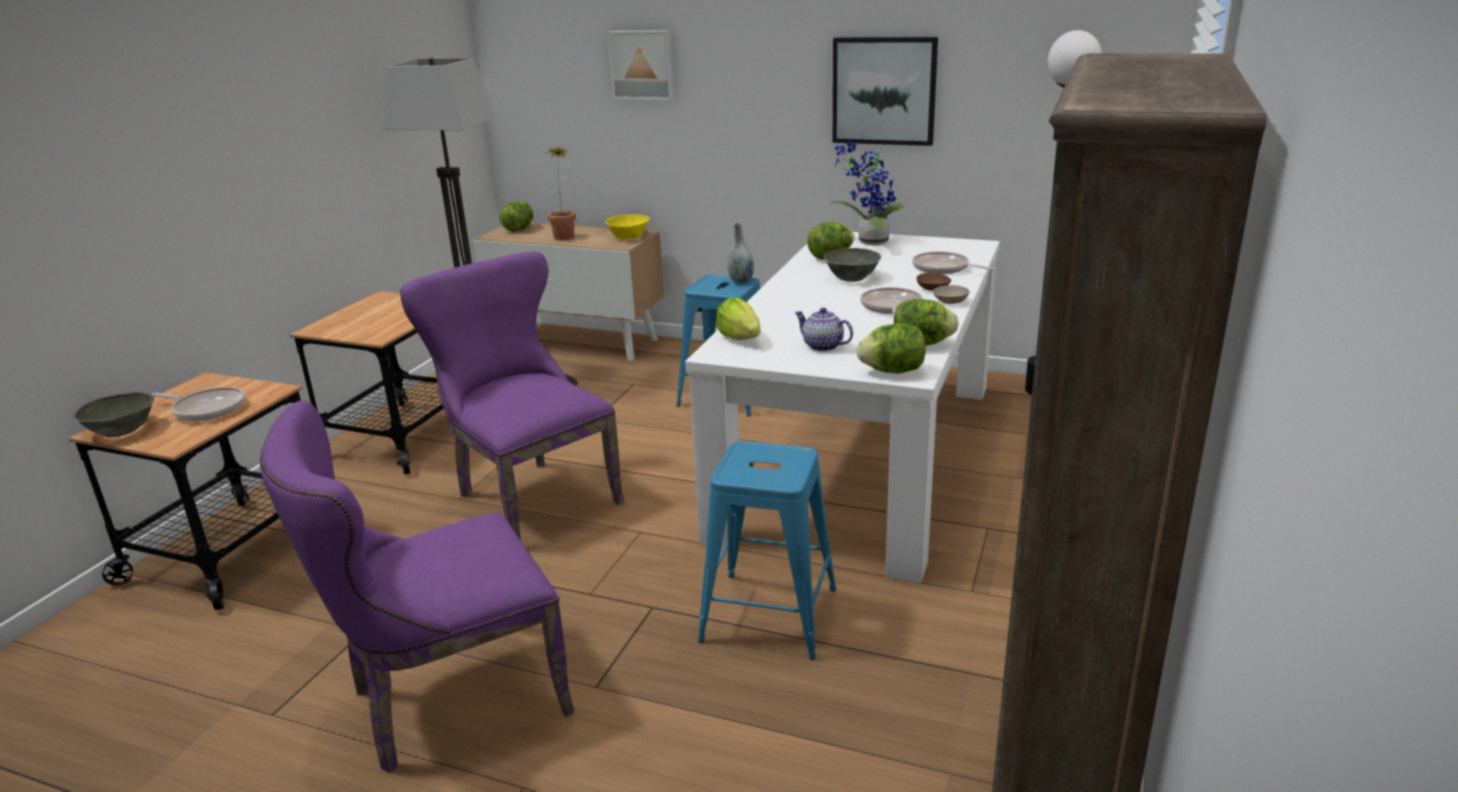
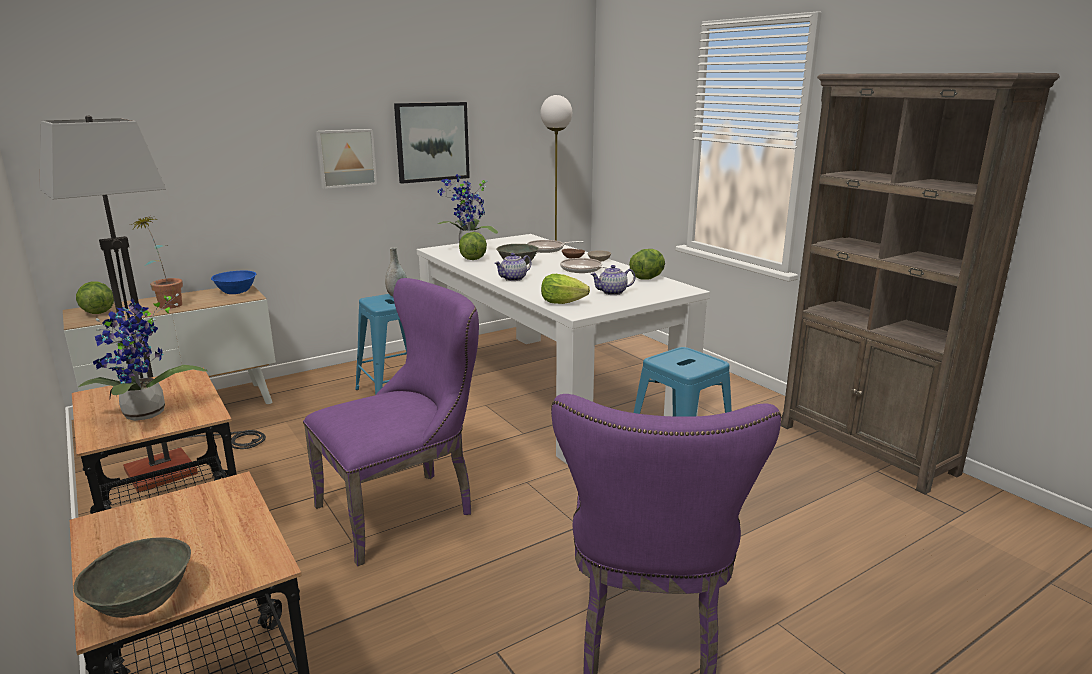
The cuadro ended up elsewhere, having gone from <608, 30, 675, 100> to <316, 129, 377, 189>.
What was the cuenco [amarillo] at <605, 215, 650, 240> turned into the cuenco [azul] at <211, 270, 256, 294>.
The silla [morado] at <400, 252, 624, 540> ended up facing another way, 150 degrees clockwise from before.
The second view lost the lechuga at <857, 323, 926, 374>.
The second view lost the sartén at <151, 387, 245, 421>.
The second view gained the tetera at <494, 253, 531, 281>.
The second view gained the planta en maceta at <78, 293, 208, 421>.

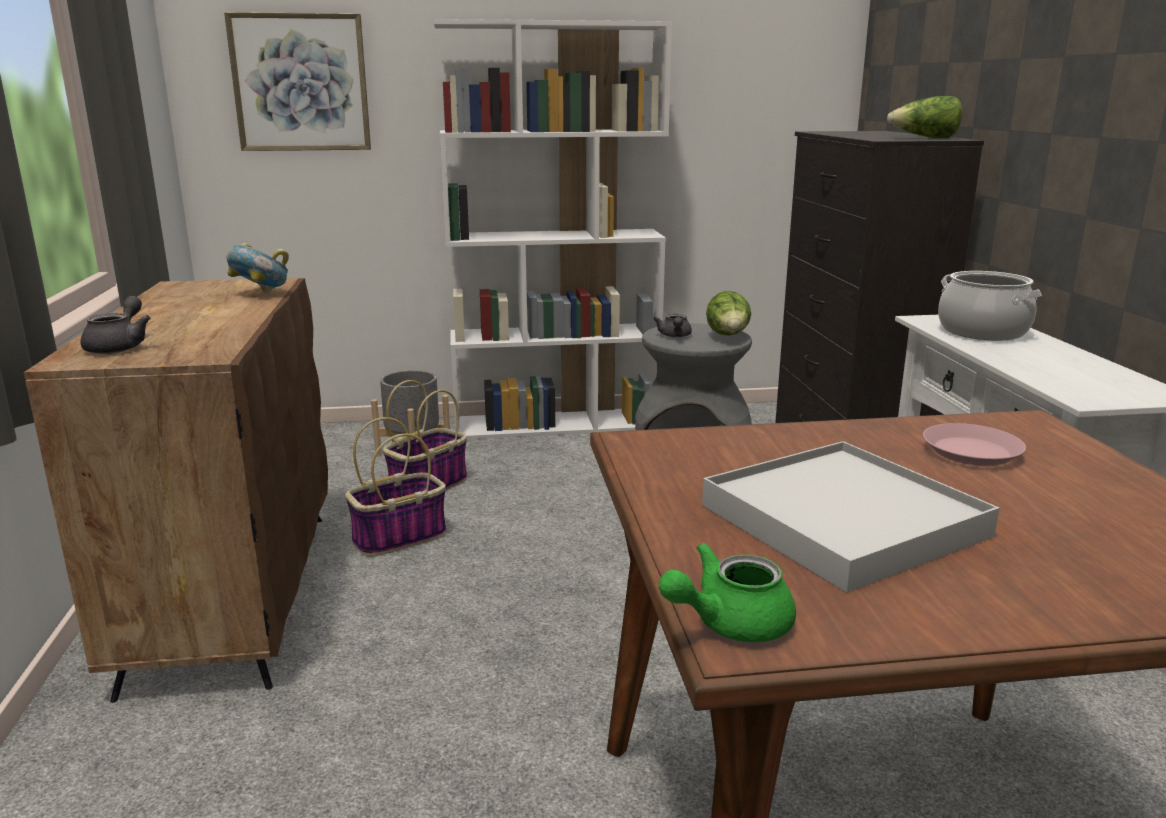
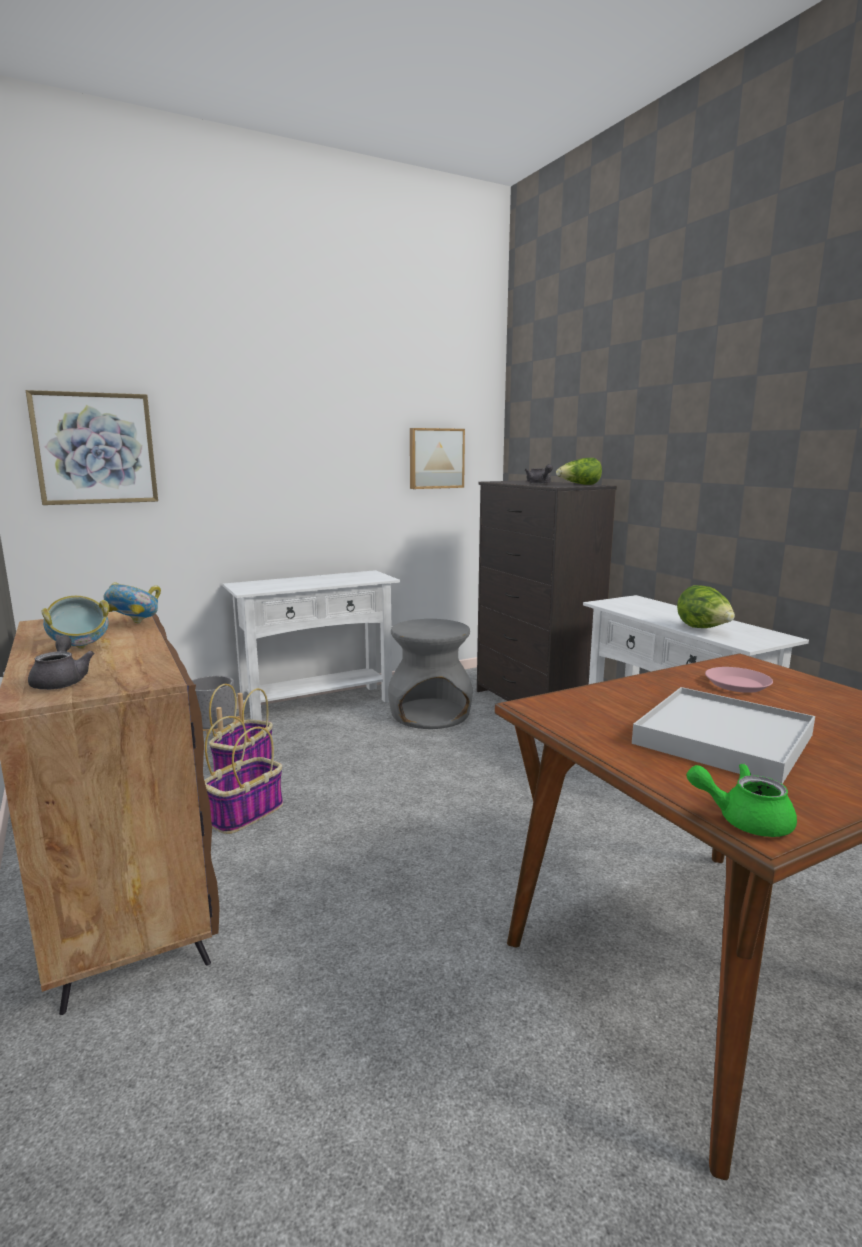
Where the estantería [blanco] stood at <434, 19, 672, 440>, the mesa consola [blanco] came to stand at <223, 570, 400, 721>.
The second view lost the olla at <938, 271, 1042, 340>.
The lechuga ended up elsewhere, having gone from <706, 291, 751, 336> to <677, 585, 735, 628>.
The tetera [gris] ended up elsewhere, having gone from <653, 314, 692, 337> to <525, 464, 553, 484>.
The tetera [verde] at <659, 543, 796, 642> ended up facing another way, 60 degrees clockwise from before.
The second view gained the cuadro at <410, 428, 465, 489>.
The second view gained the cuenco at <41, 596, 109, 649>.

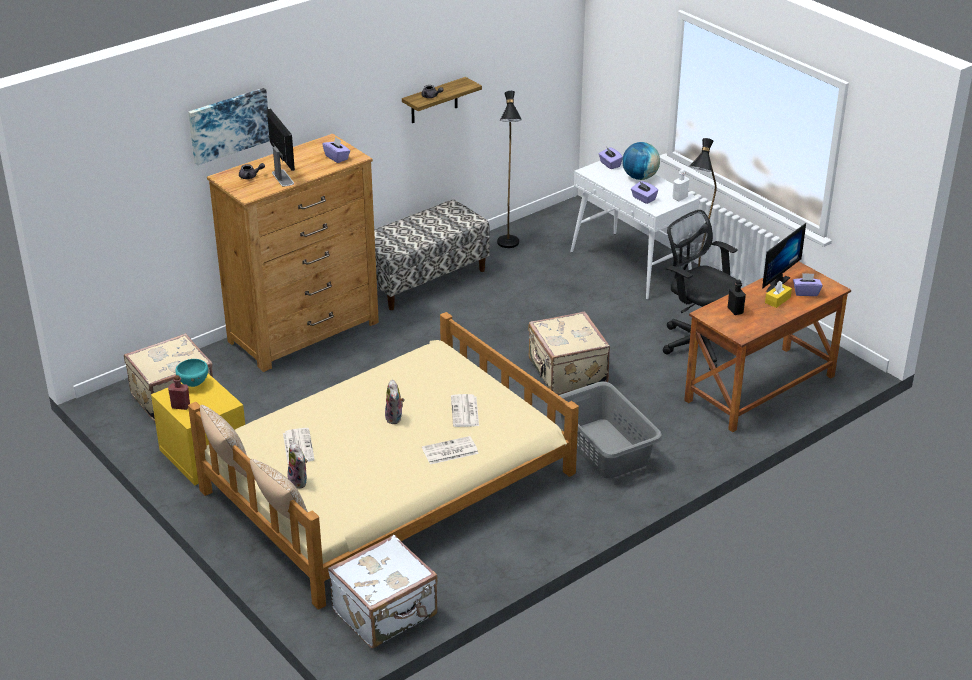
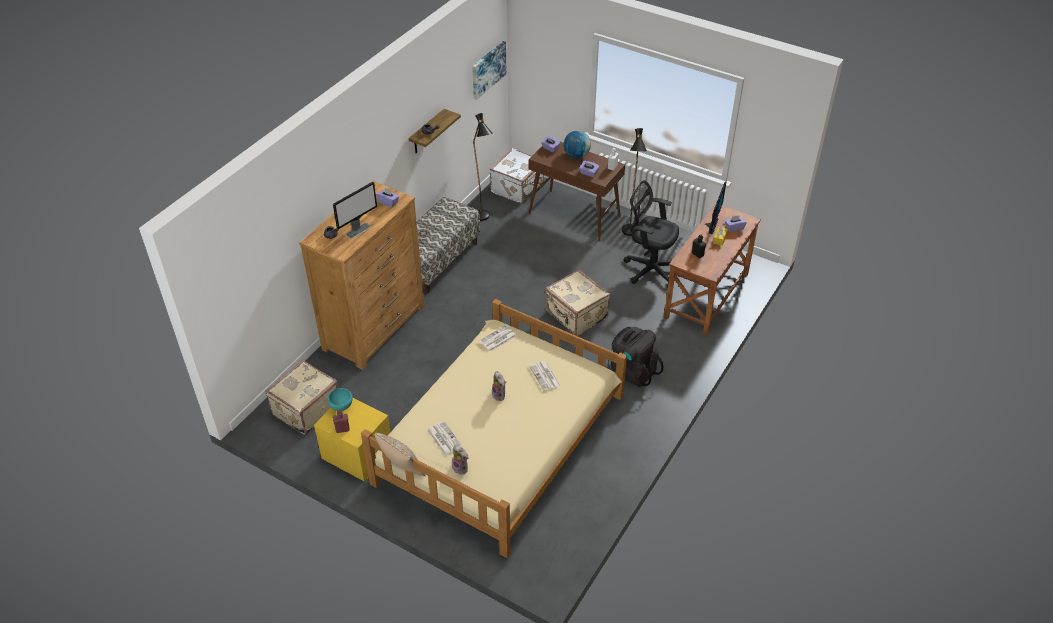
The cuadro ended up elsewhere, having gone from <188, 88, 270, 165> to <472, 41, 506, 100>.
The monitor at <267, 109, 295, 187> ended up facing another way, 90 degrees clockwise from before.
What was the mesa consola [blanco] at <570, 161, 699, 299> turned into the mesa consola [marrón] at <528, 142, 625, 242>.
Where the cesto de la ropa [gris] stood at <559, 381, 663, 479>, the mochila [negro] came to stand at <609, 327, 663, 387>.
The periódico ended up elsewhere, having gone from <422, 436, 479, 464> to <479, 325, 517, 352>.
The second view lost the cojín at <250, 459, 308, 527>.
The maleta [blanco] ended up elsewhere, having gone from <328, 534, 438, 648> to <489, 148, 544, 204>.

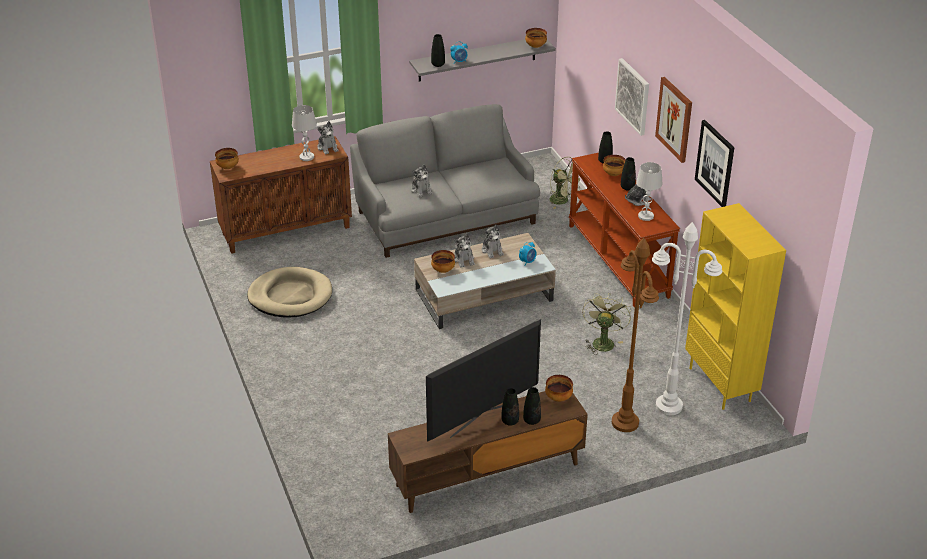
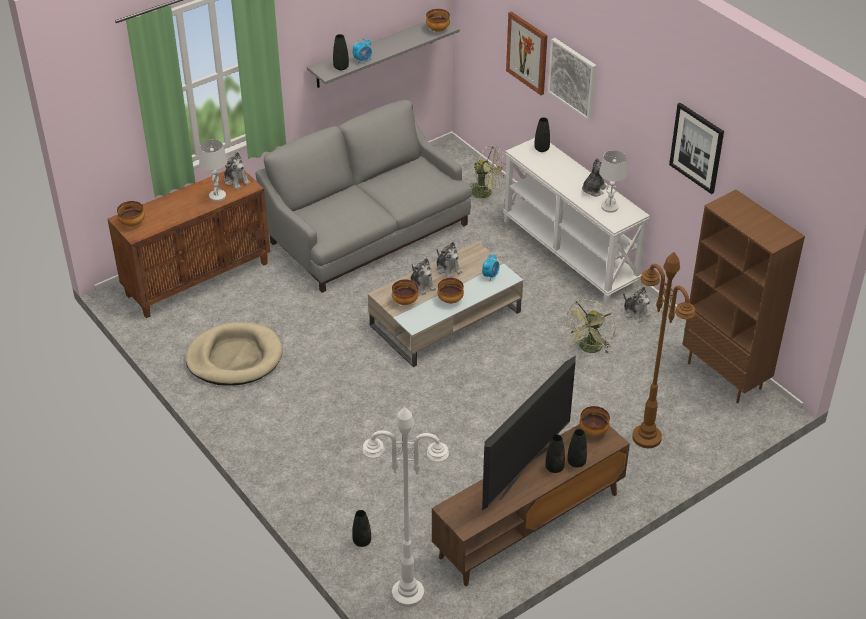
The cuadro ended up elsewhere, having gone from <655, 77, 692, 163> to <506, 11, 548, 95>.
What was the mesa consola [marrón] at <569, 153, 680, 307> turned into the mesa consola [blanco] at <503, 138, 650, 304>.
The cuenco ended up elsewhere, having gone from <603, 155, 626, 176> to <437, 278, 464, 304>.
The florero [negro] ended up elsewhere, having gone from <621, 157, 636, 190> to <352, 510, 371, 547>.
The peluche ended up elsewhere, having gone from <411, 165, 433, 197> to <623, 286, 651, 323>.
What was the estantería [amarillo] at <685, 203, 786, 410> turned into the estantería [marrón] at <682, 190, 805, 403>.
The lámpara de pie [blanco] ended up elsewhere, having gone from <652, 222, 722, 415> to <362, 407, 449, 607>.
The ventilador [verde] at <582, 292, 631, 355> ended up facing another way, 150 degrees counterclockwise from before.

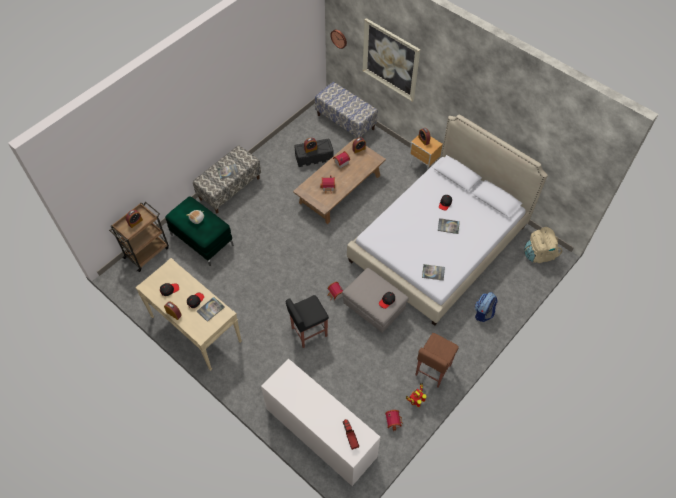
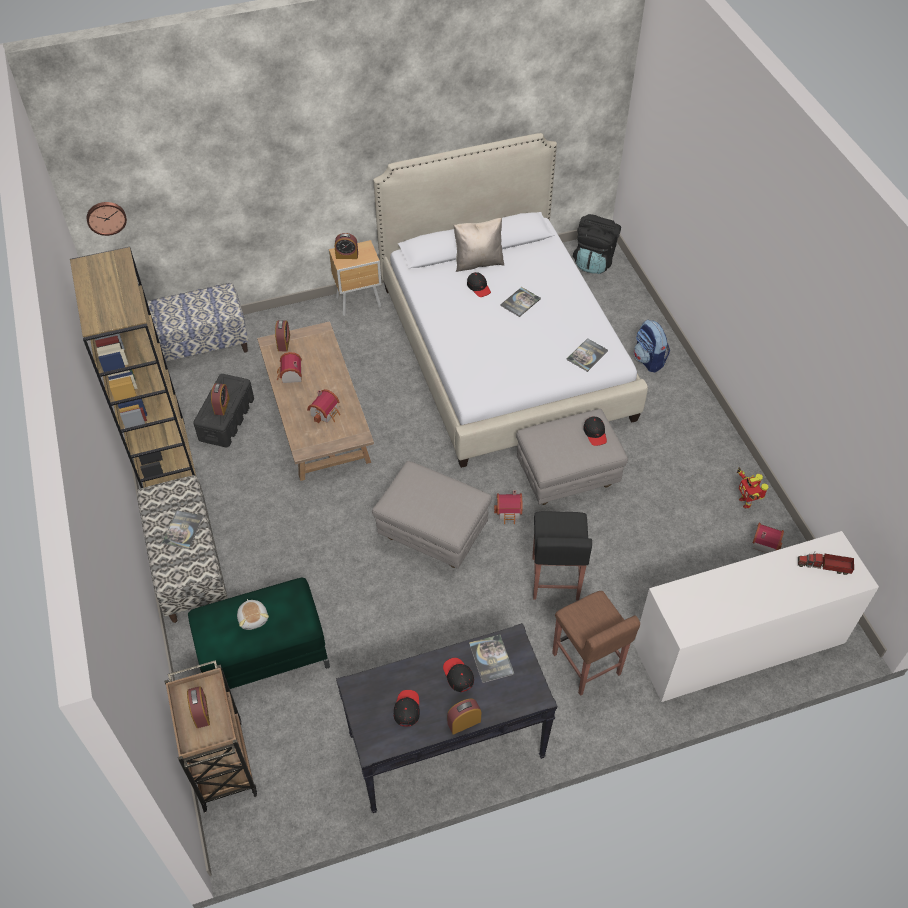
The second view lost the cuadro at <363, 18, 420, 102>.
What was the mochila [beis] at <524, 227, 562, 263> turned into the mochila [negro] at <573, 214, 621, 274>.
What was the mesa consola [beis] at <135, 258, 242, 371> turned into the mesa consola [negro] at <336, 623, 557, 813>.
The taburete [marrón] ended up elsewhere, having gone from <415, 333, 459, 388> to <552, 591, 640, 696>.
The second view gained the cojín [beis] at <454, 218, 504, 272>.
The second view gained the estantería [marrón] at <70, 246, 196, 488>.
The second view gained the puf [gris] at <372, 461, 492, 569>.

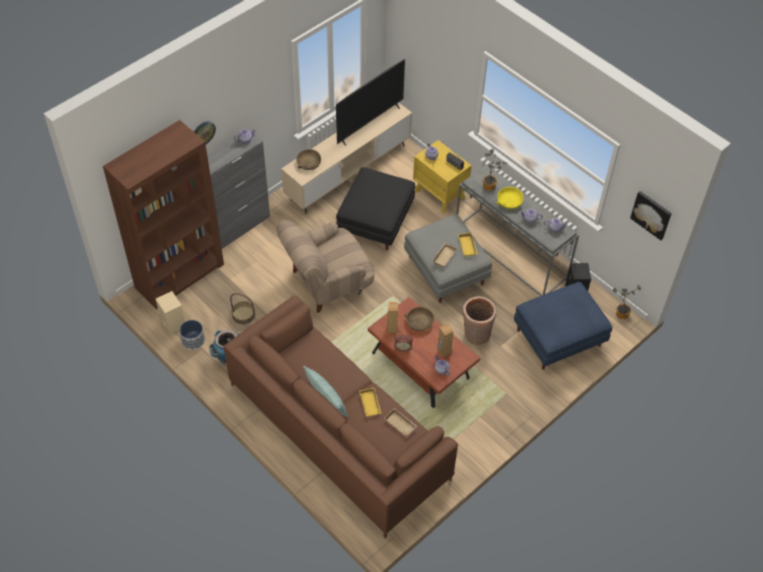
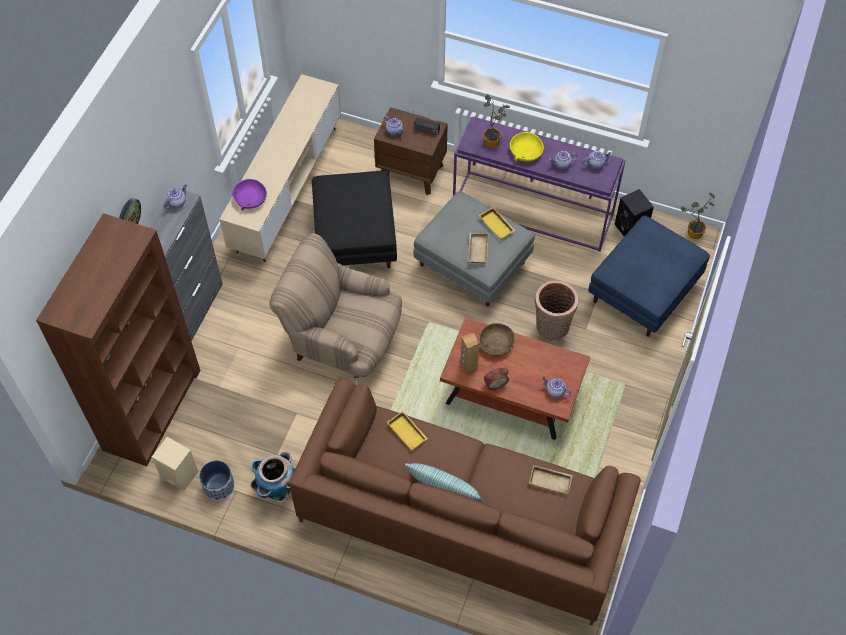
The second view lost the televisor at <336, 59, 405, 146>.
What was the mesita de noche [amarillo] at <413, 140, 472, 214> turned into the mesita de noche [marrón] at <374, 107, 448, 195>.
What was the cuenco [marrón] at <297, 149, 321, 170> turned into the cuenco [morado] at <232, 179, 267, 211>.
What was the mesa consola [gris] at <456, 165, 579, 296> turned into the mesa consola [morado] at <453, 117, 626, 252>.
The second view lost the cuadro at <630, 191, 672, 240>.
The sillón [beis] at <276, 220, 374, 313> ended up facing another way, 75 degrees clockwise from before.
The second view lost the cesta at <230, 293, 255, 325>.
The second view lost the altavoz [marrón] at <438, 324, 453, 357>.
The bandeja [amarillo] ended up elsewhere, having gone from <359, 388, 381, 417> to <387, 411, 428, 451>.

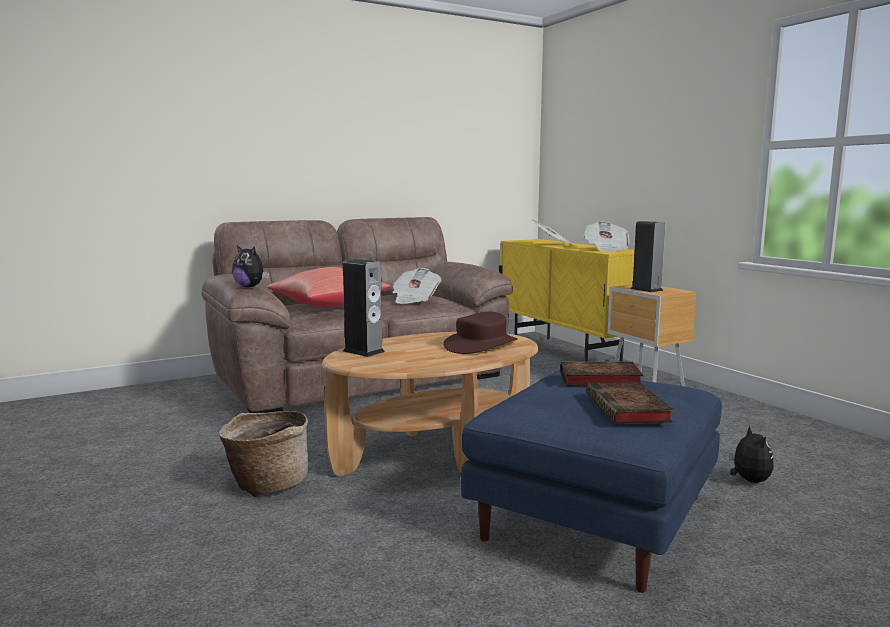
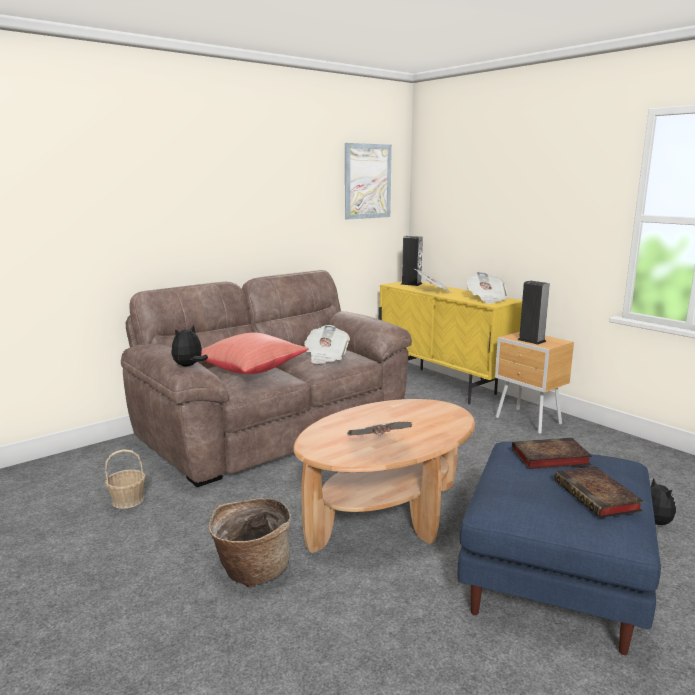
The peluche at <232, 245, 269, 288> ended up facing another way, 105 degrees clockwise from before.
The altavoz ended up elsewhere, having gone from <343, 259, 385, 357> to <401, 236, 423, 286>.
The second view lost the sombrero [marrón] at <443, 312, 518, 354>.
The second view gained the cuadro at <345, 143, 392, 220>.
The second view gained the periódico at <347, 422, 412, 436>.
The second view gained the cesta at <105, 449, 146, 509>.

